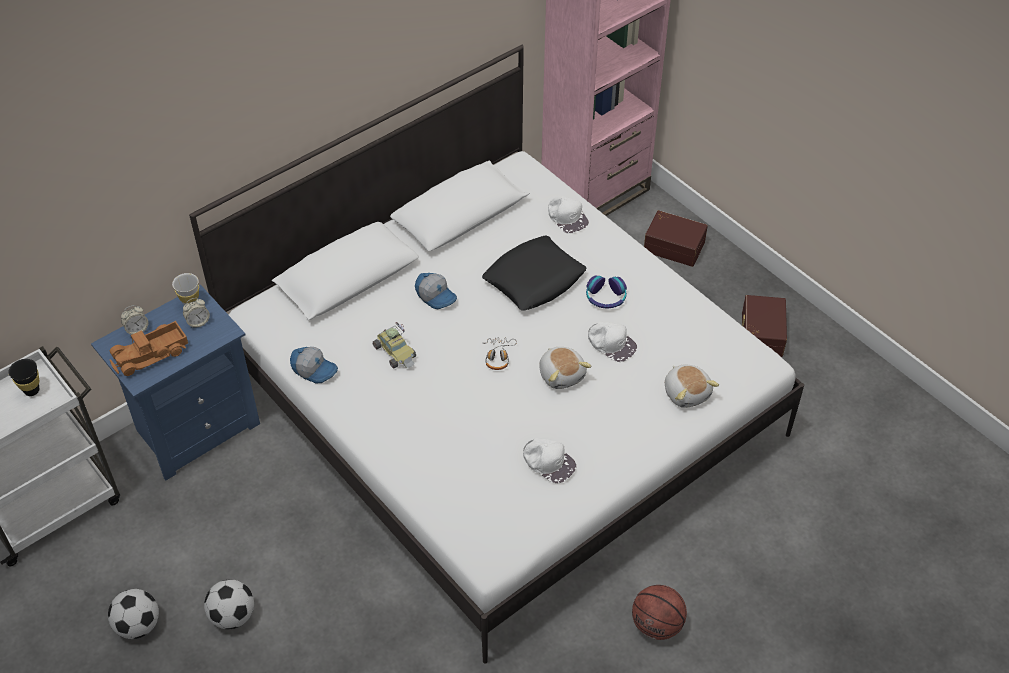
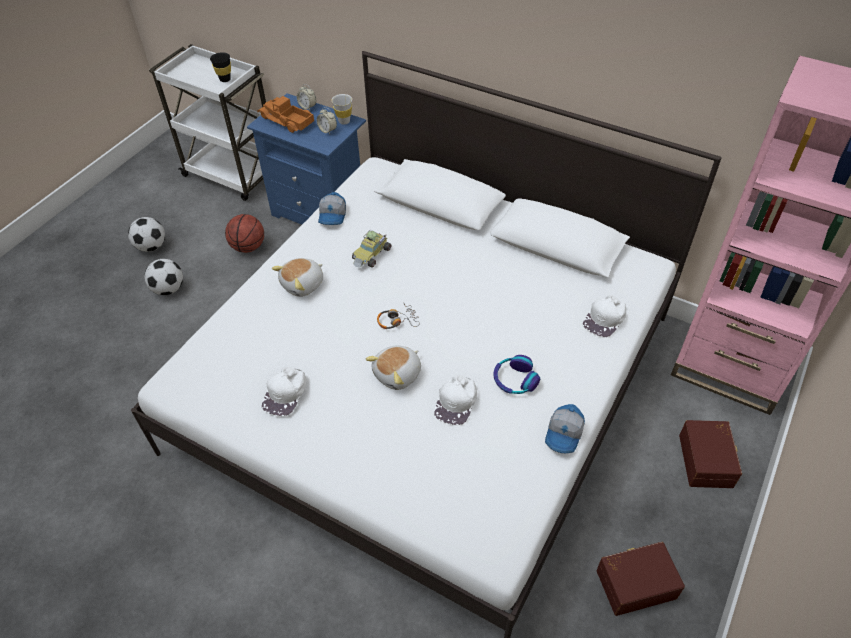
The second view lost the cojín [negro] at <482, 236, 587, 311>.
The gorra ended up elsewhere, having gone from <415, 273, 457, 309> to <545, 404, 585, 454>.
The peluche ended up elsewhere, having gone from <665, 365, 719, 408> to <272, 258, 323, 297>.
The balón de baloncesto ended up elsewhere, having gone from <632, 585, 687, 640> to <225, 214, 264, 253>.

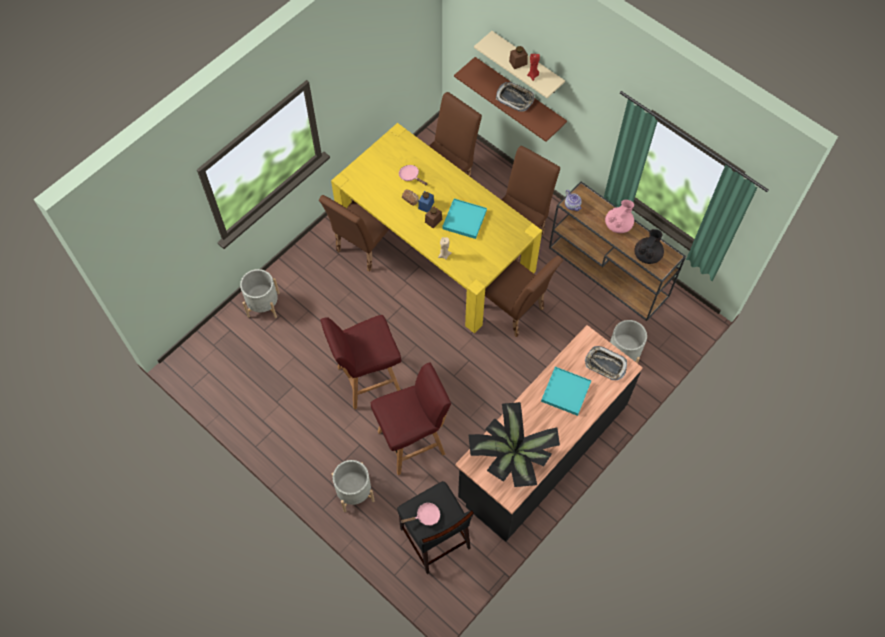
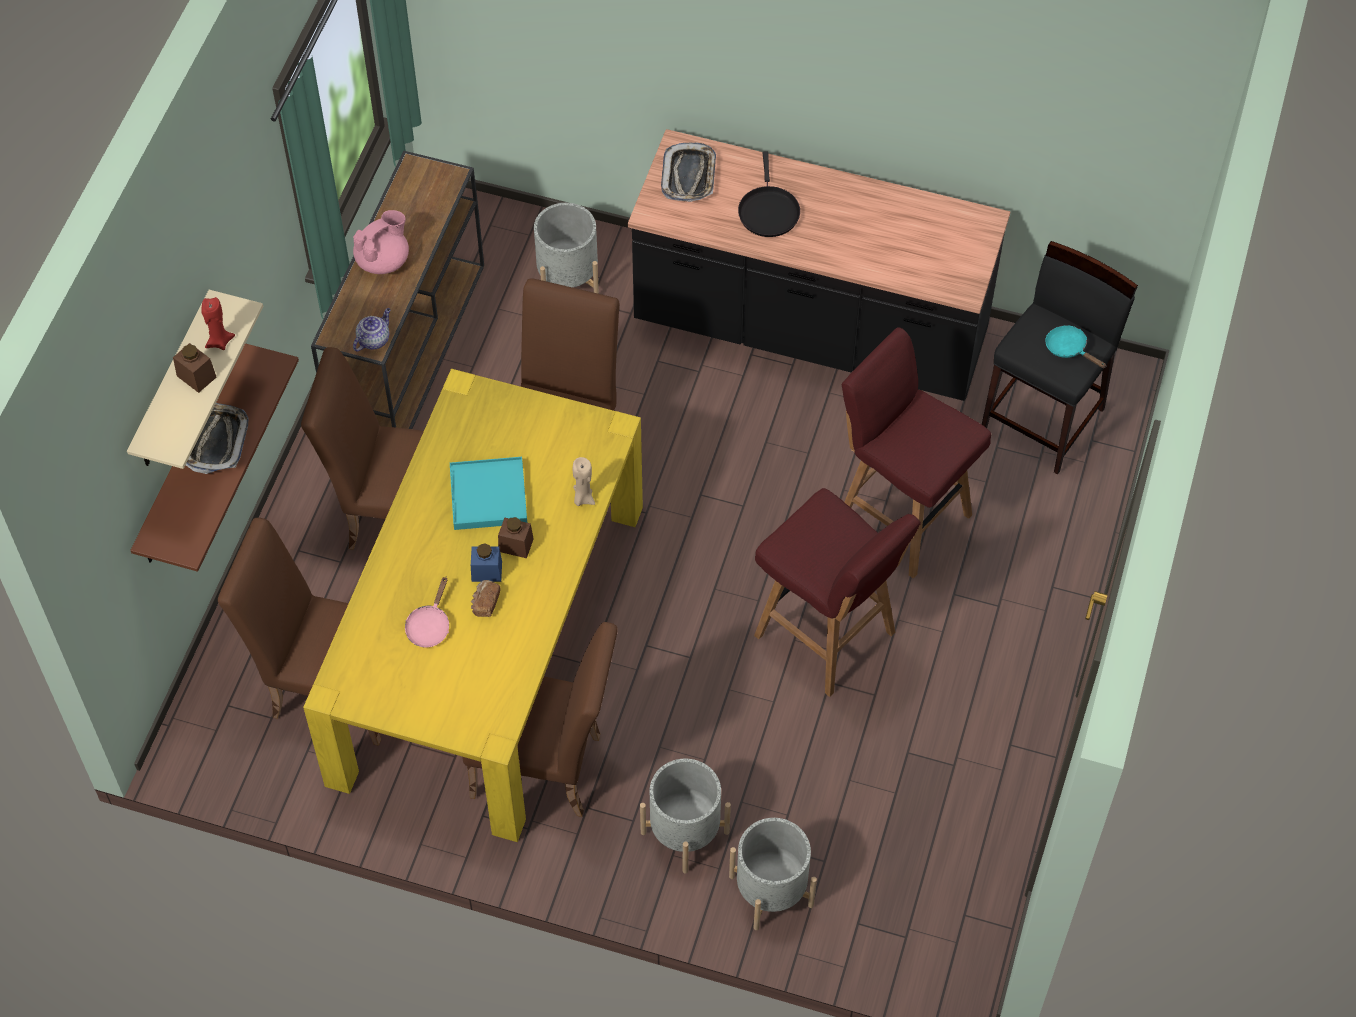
The tetera [rosa] at <605, 200, 634, 233> ended up facing another way, 120 degrees clockwise from before.
The second view lost the tetera [negro] at <634, 229, 664, 264>.
Where the bandeja [turquesa] stood at <541, 367, 591, 416>, the sartén [negro] came to stand at <738, 151, 800, 237>.
The second view lost the planta en maceta at <468, 402, 560, 487>.
The maceta [gris] ended up elsewhere, having gone from <332, 460, 375, 512> to <640, 759, 731, 873>.
What was the sartén [rosa] at <401, 503, 440, 526> turned into the sartén [turquesa] at <1045, 325, 1106, 368>.

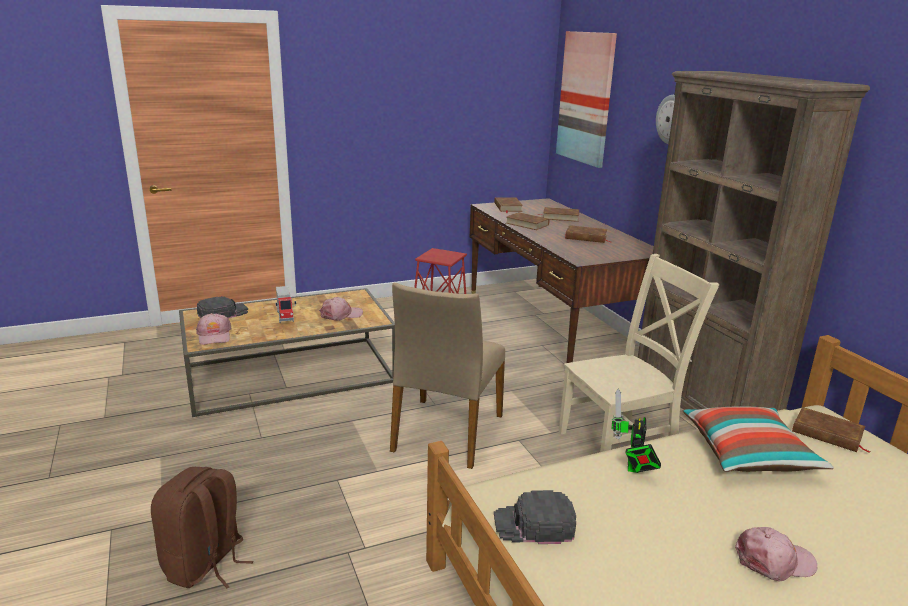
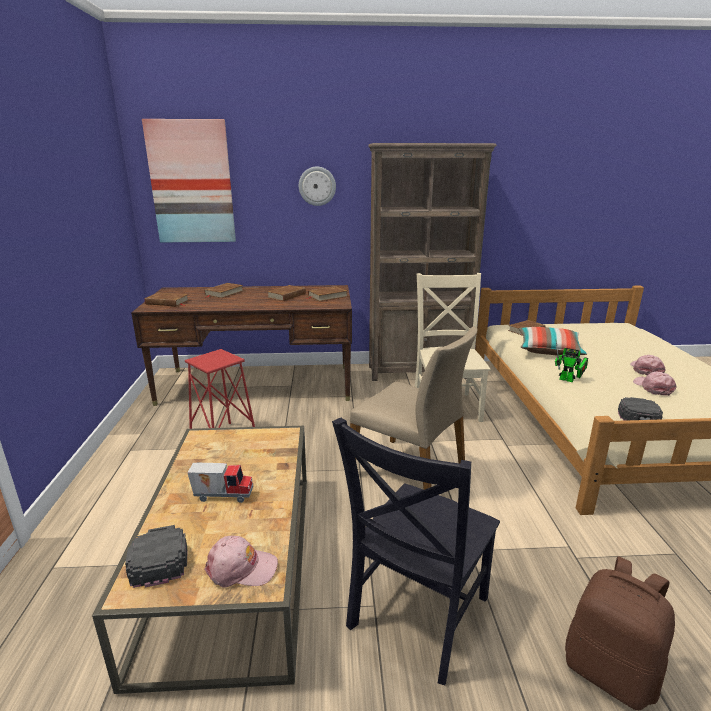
The libro [marrón] ended up elsewhere, having gone from <506, 212, 549, 230> to <306, 286, 348, 302>.
The gorra [rosa] ended up elsewhere, having gone from <319, 297, 363, 321> to <633, 372, 676, 396>.
The second view gained the silla [negro] at <332, 418, 500, 685>.

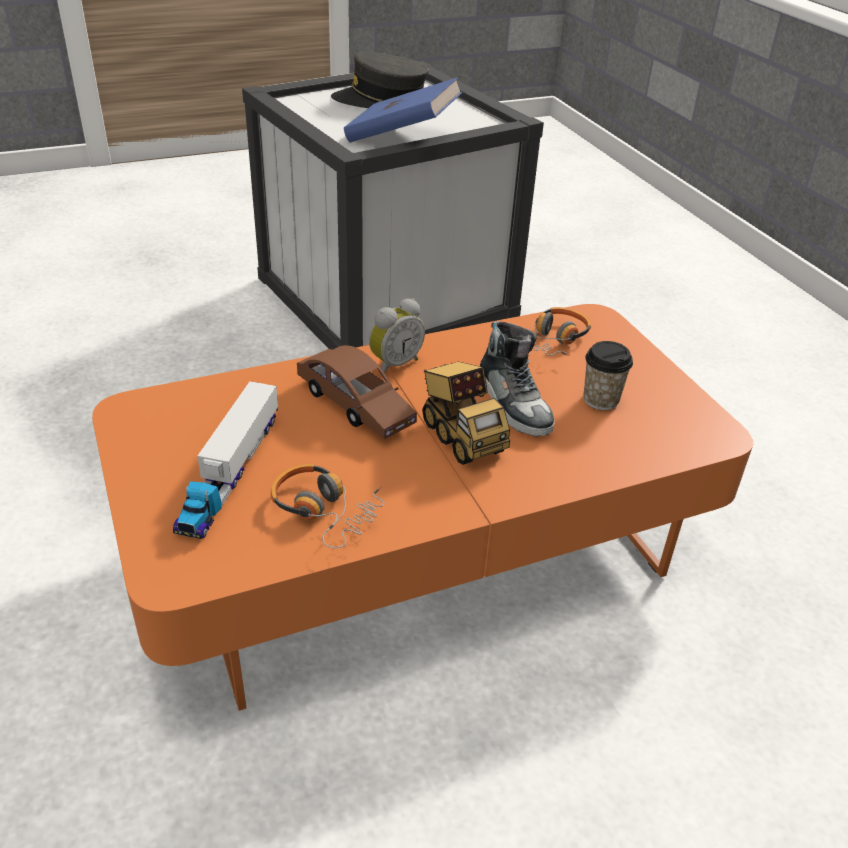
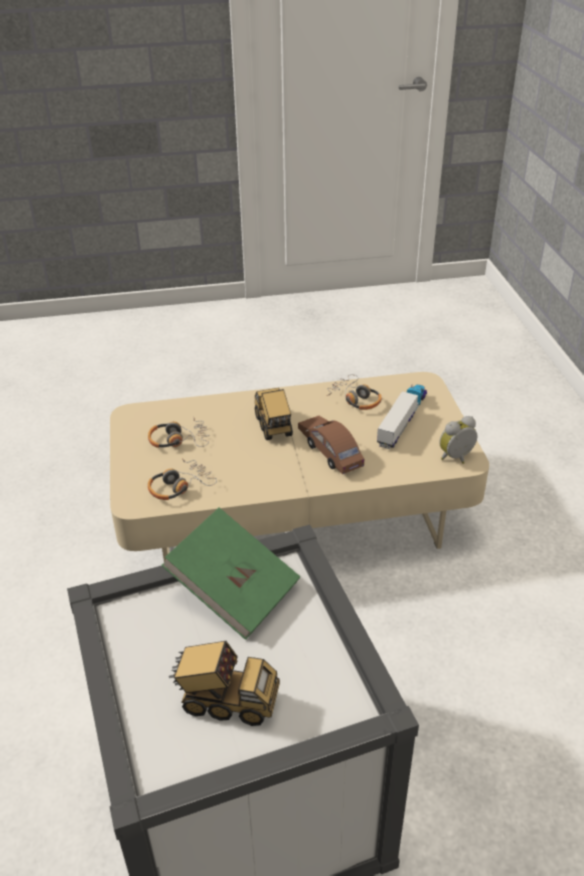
Where the gorra [gris] stood at <331, 51, 429, 108>, the camión de juguete came to stand at <169, 641, 280, 726>.
What was the libro [azul] at <344, 78, 462, 142> turned into the libro [verde] at <161, 507, 300, 640>.
The despertador ended up elsewhere, having gone from <369, 298, 425, 375> to <439, 416, 477, 464>.
What was the mesa de centro [naranja] at <92, 304, 753, 711> turned into the mesa de centro [beis] at <110, 372, 489, 562>.
The second view lost the zapato at <479, 321, 555, 437>.
Where the taza stood at <584, 341, 633, 410>, the auriculares came to stand at <148, 418, 209, 448>.

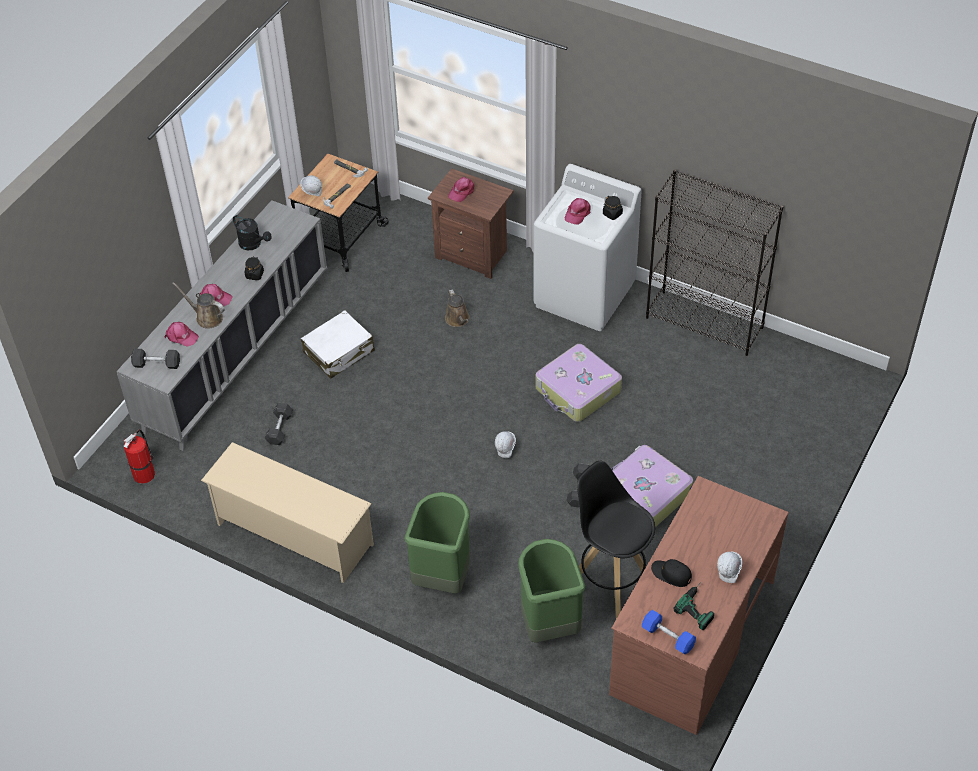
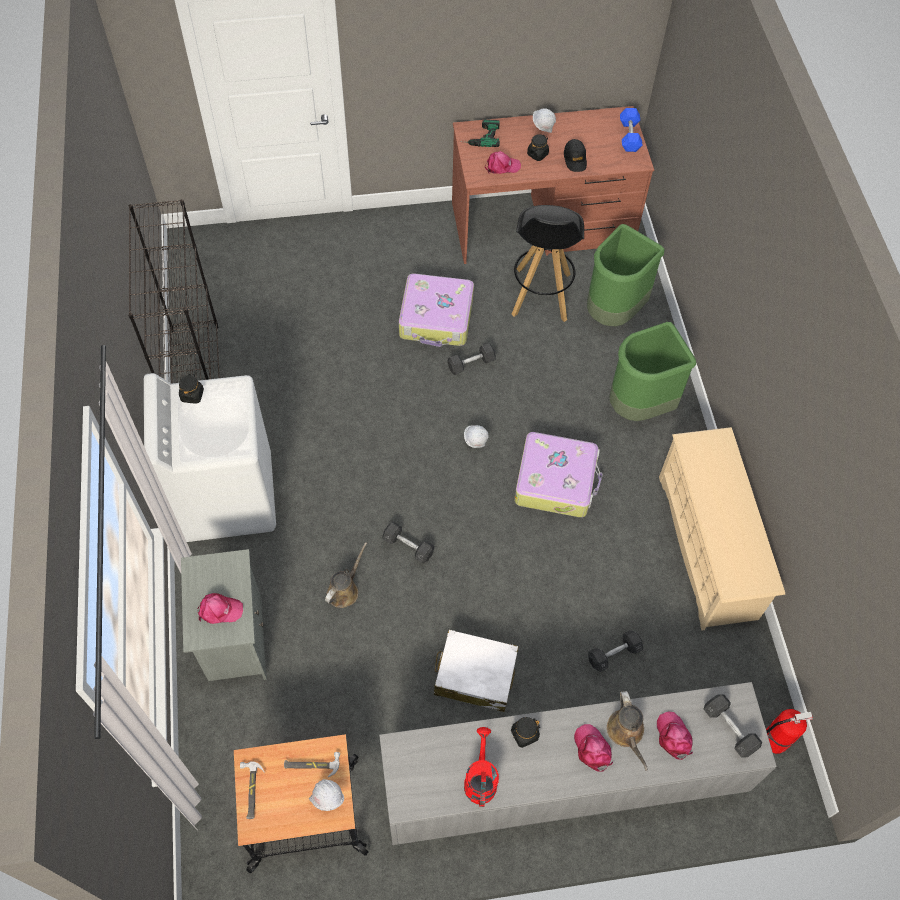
What was the mesita de noche [marrón] at <428, 168, 514, 279> turned into the mesita de noche [gris] at <181, 549, 267, 681>.
The gorra [rosa] ended up elsewhere, having gone from <565, 198, 591, 224> to <485, 151, 521, 174>.
What was the regadera [negro] at <233, 215, 272, 250> turned into the regadera [rojo] at <464, 727, 499, 807>.
The maleta ended up elsewhere, having gone from <536, 344, 622, 422> to <514, 432, 603, 517>.
The taladro ended up elsewhere, having gone from <673, 582, 714, 630> to <467, 120, 500, 147>.
The second view gained the tarro [negro] at <527, 134, 549, 161>.
The second view gained the mancuerna [gris] at <382, 523, 434, 563>.

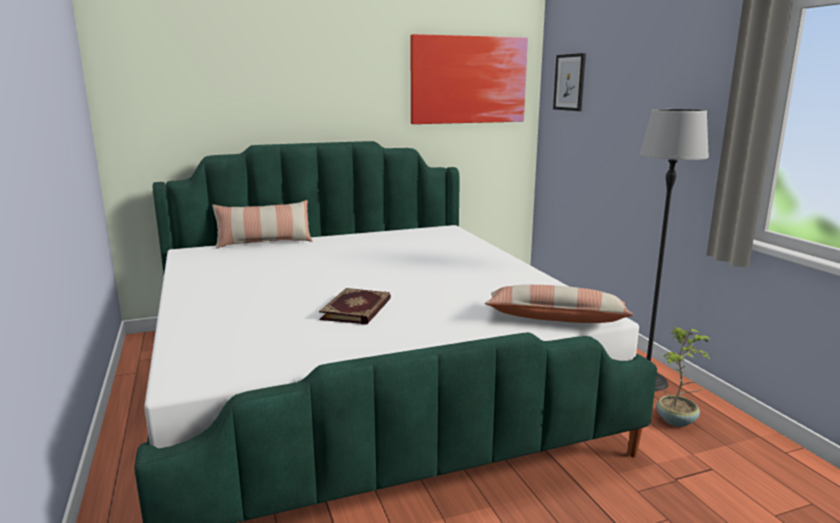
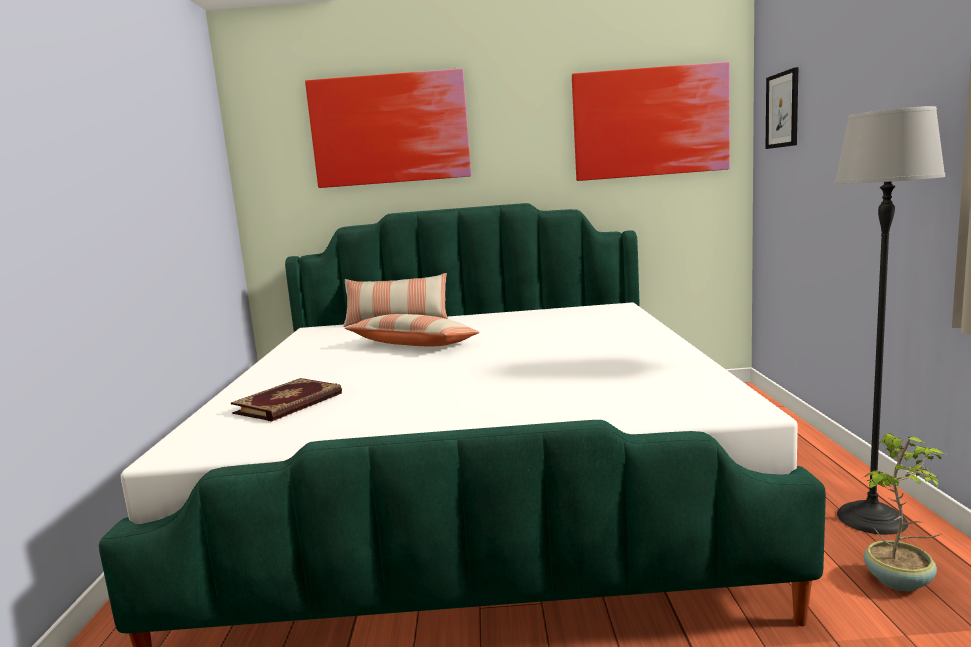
The cojín ended up elsewhere, having gone from <485, 285, 633, 323> to <345, 314, 480, 346>.
The libro ended up elsewhere, having gone from <319, 288, 391, 325> to <231, 378, 342, 422>.
The second view gained the cuadro at <305, 68, 471, 188>.

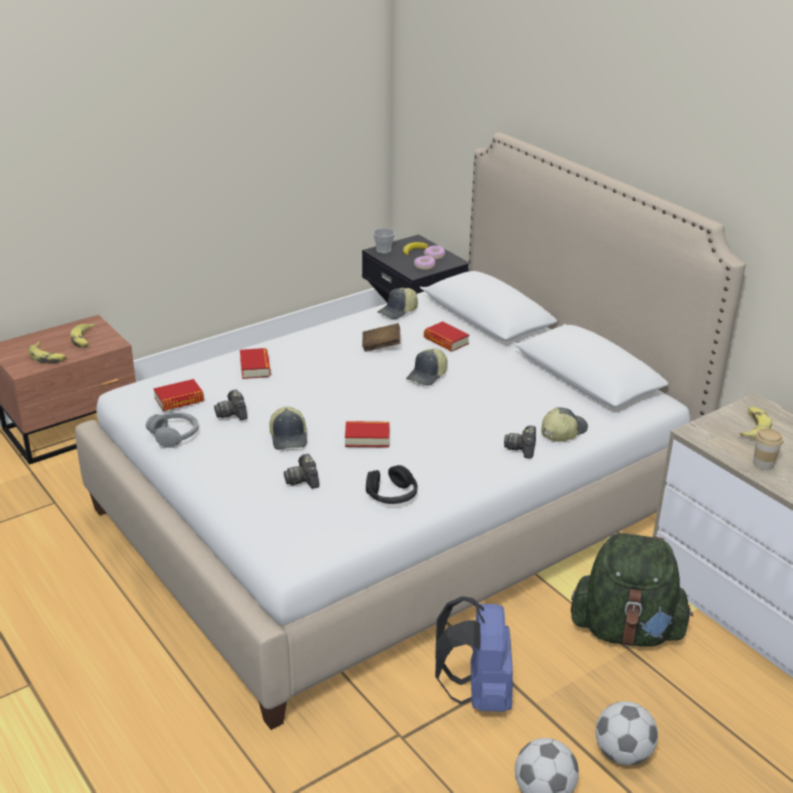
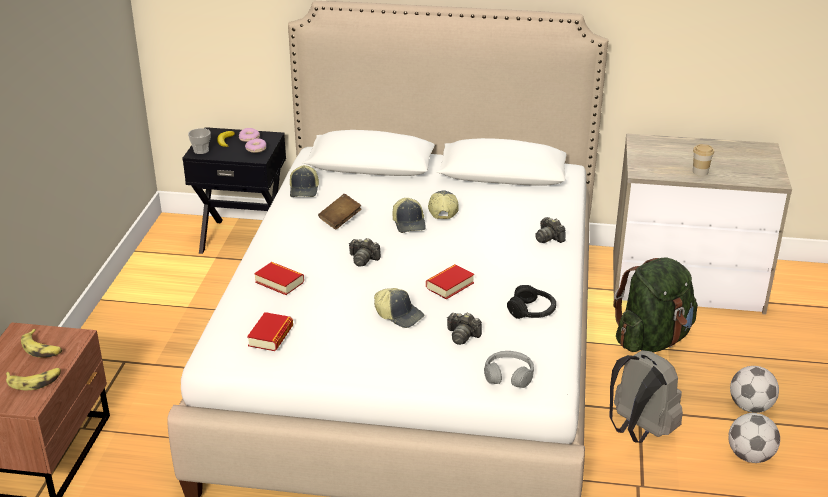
The second view lost the libro at <424, 321, 469, 352>.
The cámara ended up elsewhere, having gone from <214, 389, 248, 420> to <349, 238, 381, 267>.
The second view lost the plátano at <739, 407, 772, 438>.
The gorra ended up elsewhere, having gone from <541, 408, 588, 442> to <428, 190, 459, 219>.
The auriculares [gris] ended up elsewhere, having gone from <146, 413, 199, 448> to <484, 351, 534, 388>.
What was the mochila [azul] at <435, 596, 513, 712> turned into the mochila [gris] at <609, 350, 683, 443>.

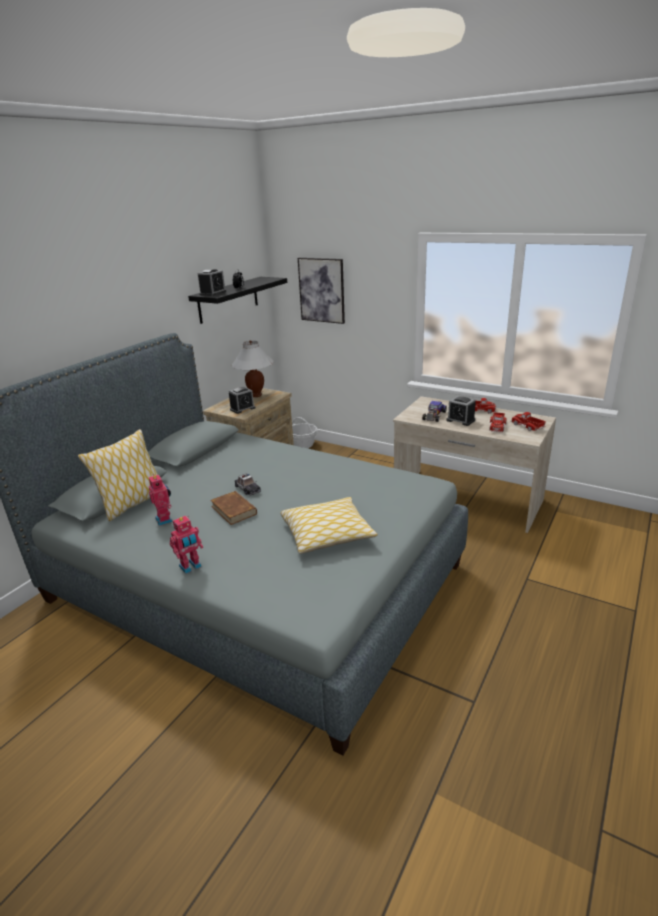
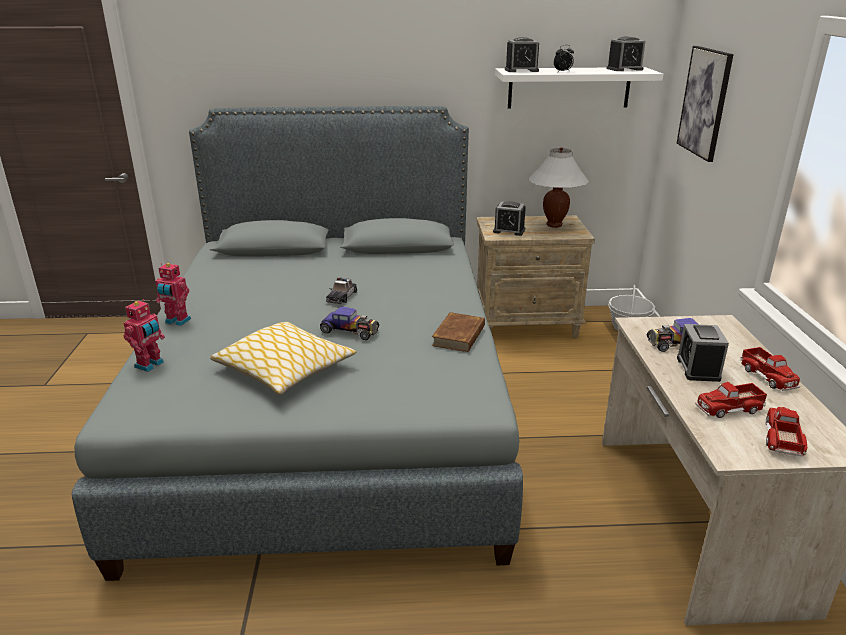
What was the estante [negro] at <188, 277, 287, 324> turned into the estante [blanco] at <495, 67, 664, 109>.
The second view lost the cojín at <78, 429, 158, 521>.
The robot de juguete ended up elsewhere, having gone from <149, 474, 173, 526> to <124, 299, 165, 372>.
The libro [marrón] ended up elsewhere, having gone from <210, 491, 257, 525> to <432, 312, 485, 352>.
The second view gained the despertador at <606, 36, 646, 71>.
The second view gained the coche de juguete at <320, 307, 379, 340>.

